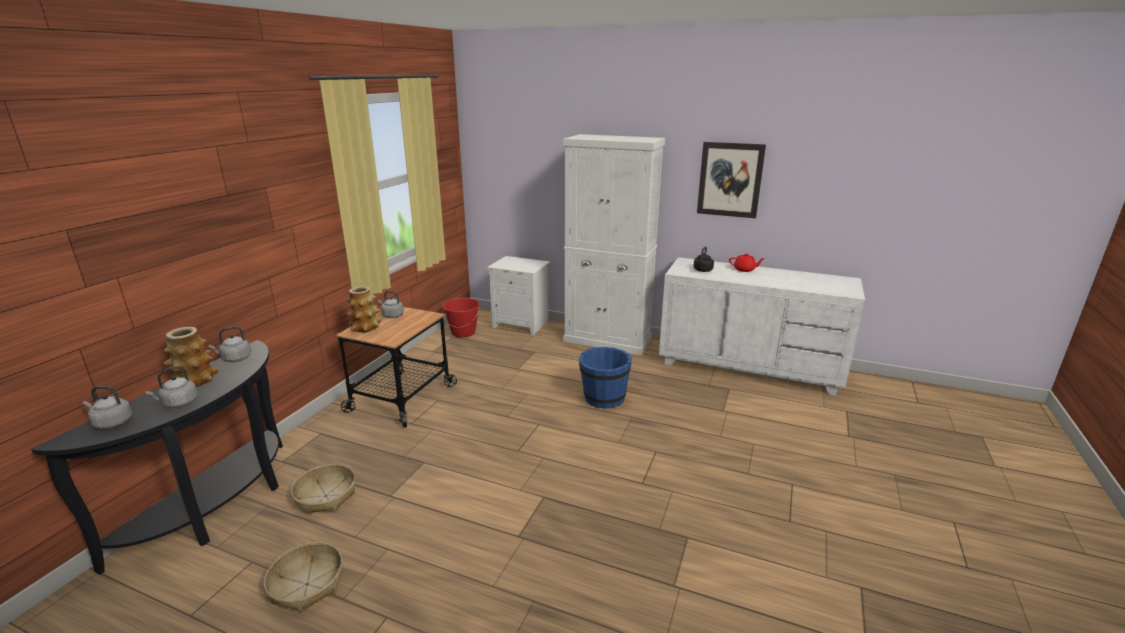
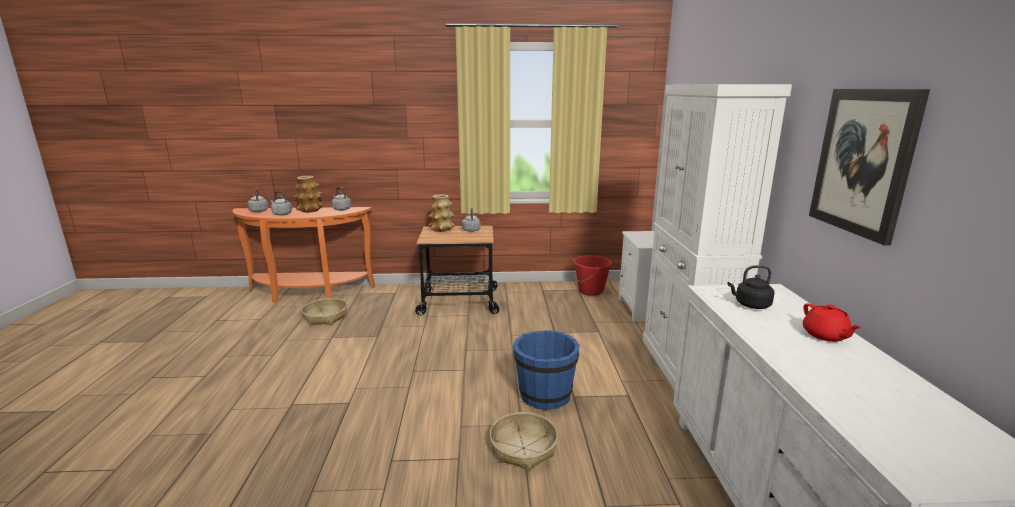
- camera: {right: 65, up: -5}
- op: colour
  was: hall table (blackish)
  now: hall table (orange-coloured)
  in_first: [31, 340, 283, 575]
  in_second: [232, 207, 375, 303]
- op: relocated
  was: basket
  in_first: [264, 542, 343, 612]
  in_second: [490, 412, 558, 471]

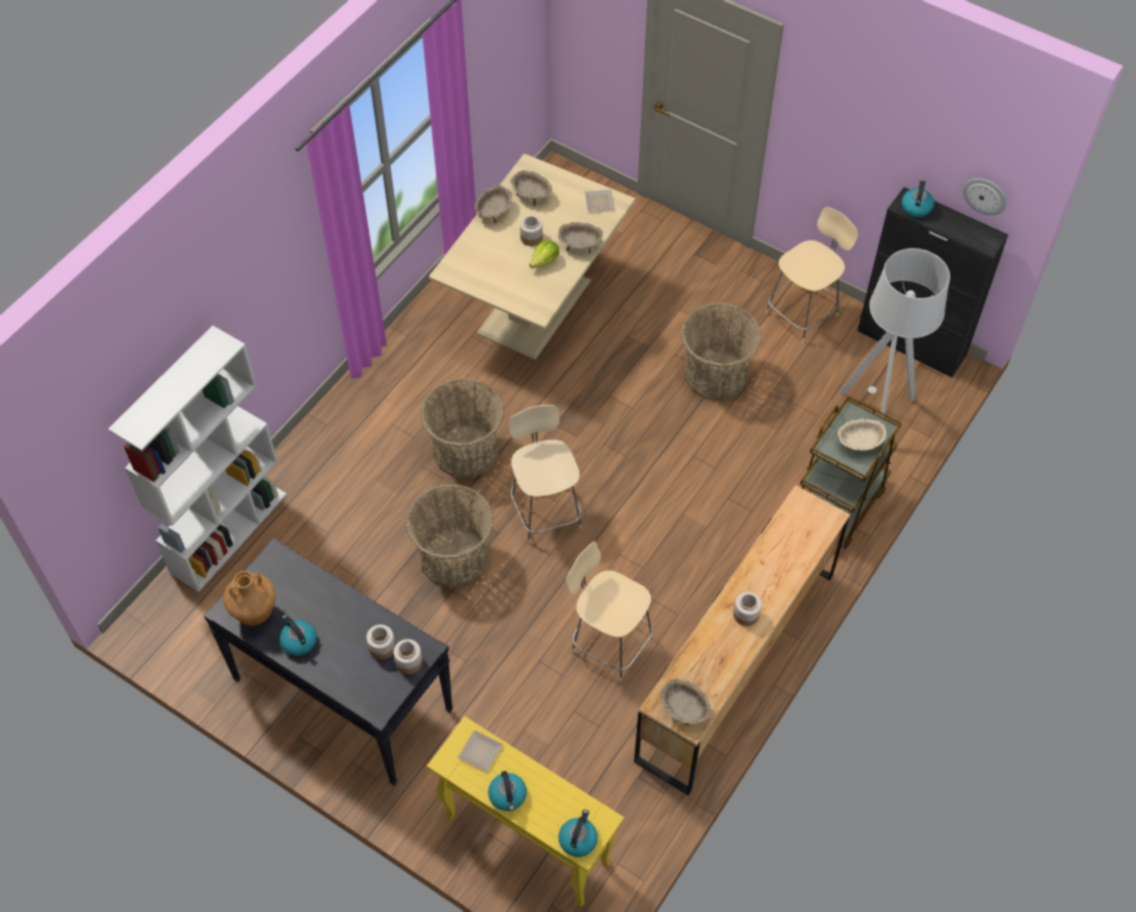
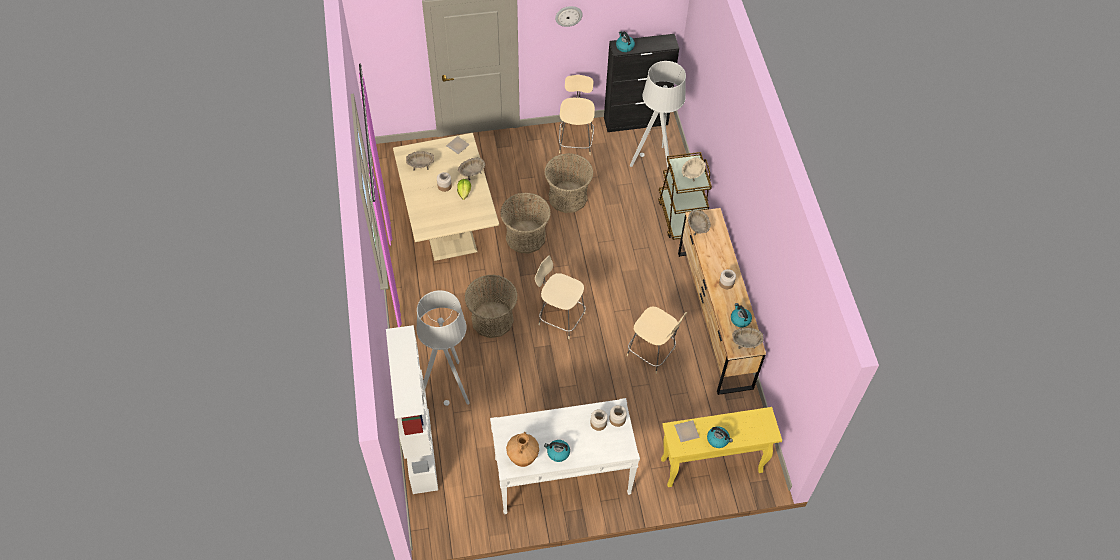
- camera: {right: -45, up: 0}
- op: appeared
  now: standard lamp (grey)
  in_second: [416, 290, 470, 406]
- op: colour
  was: hall table (blackish)
  now: hall table (white-coloured)
  in_first: [204, 538, 453, 785]
  in_second: [490, 398, 640, 514]
- op: relocated
  was: basket
  in_first: [406, 484, 493, 588]
  in_second: [500, 193, 551, 254]
- op: relocated
  was: clock on the wall
  in_first: [963, 178, 1007, 216]
  in_second: [555, 6, 583, 27]
- op: spun
  was: chair (beige)
  in_first: [566, 541, 653, 682]
  in_second: [627, 307, 687, 374]
  clockwise: -135
- op: relocated
  was: serving bowl (beige)
  in_first: [474, 185, 512, 223]
  in_second: [688, 210, 711, 235]
- op: relocated
  was: kettle
  in_first: [559, 809, 598, 857]
  in_second: [731, 303, 752, 327]

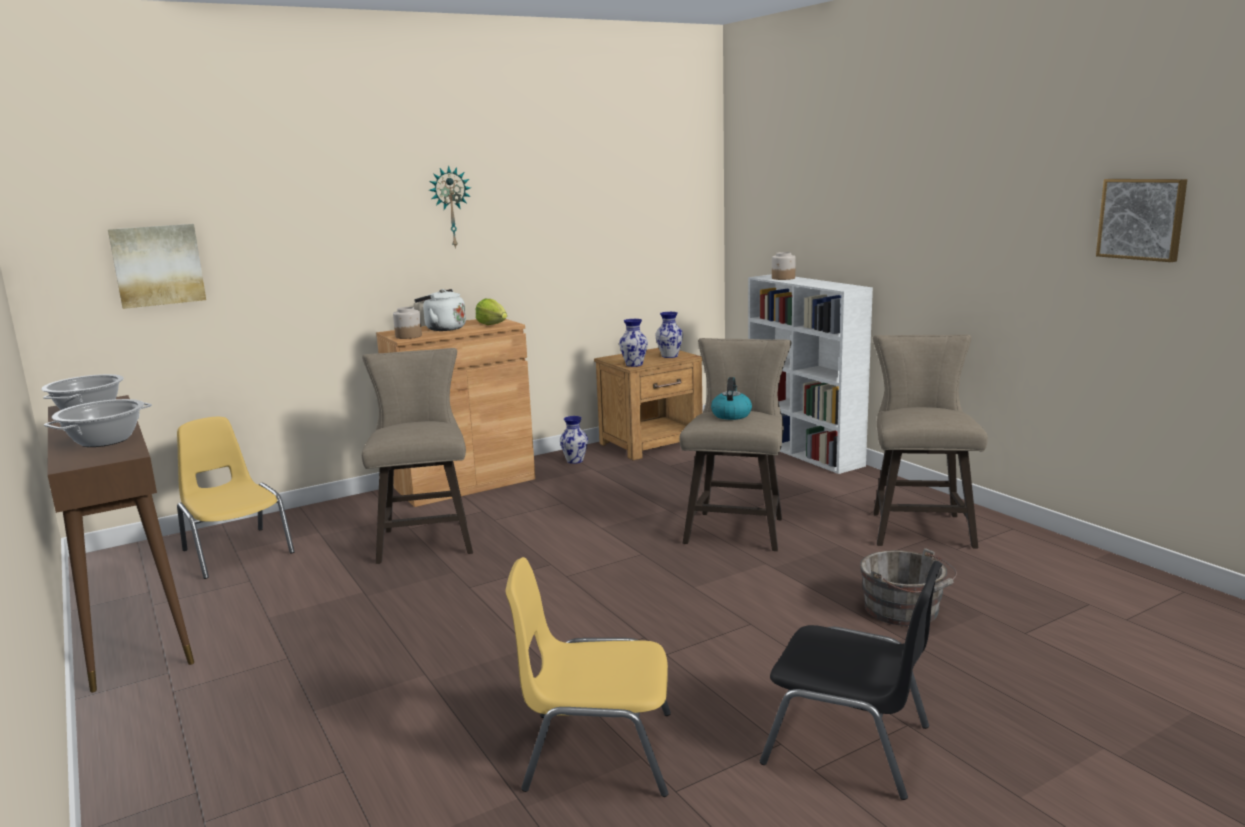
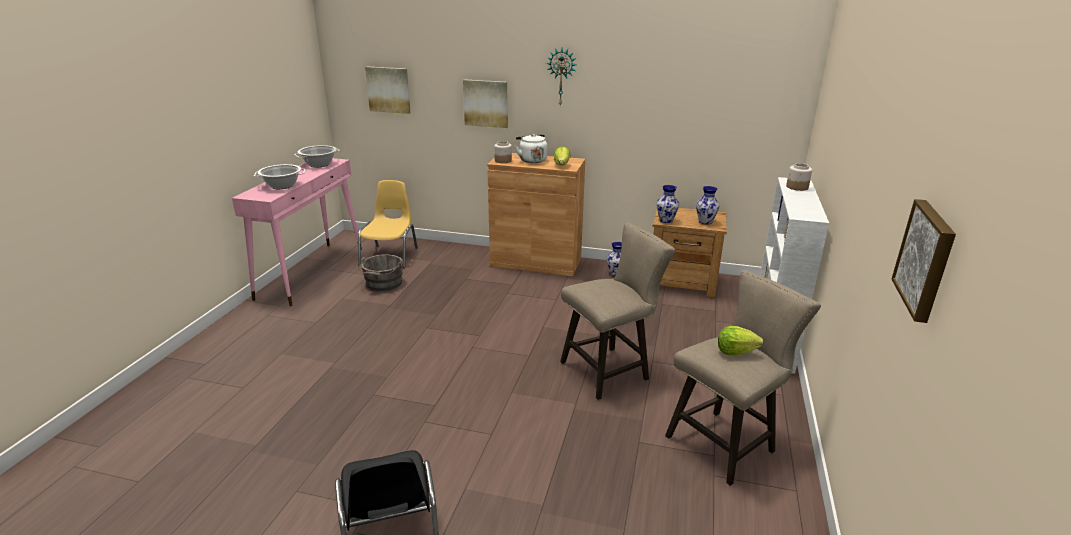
- camera: {right: 45, up: 10}
- op: colour
  was: hall table (brown)
  now: hall table (pinkish)
  in_first: [48, 395, 194, 692]
  in_second: [232, 158, 362, 306]
- op: relocated
  was: bucket (grey)
  in_first: [860, 548, 957, 626]
  in_second: [358, 254, 403, 291]
- op: appeared
  now: wall art
  in_second: [463, 79, 508, 128]
- op: appeared
  now: head of lettuce
  in_second: [718, 326, 763, 355]
- op: missing
  was: stool seat (beige)
  in_first: [362, 348, 473, 564]
- op: missing
  was: chair (yellow-coloured)
  in_first: [505, 557, 671, 797]
- op: missing
  was: kettle
  in_first: [711, 377, 752, 420]

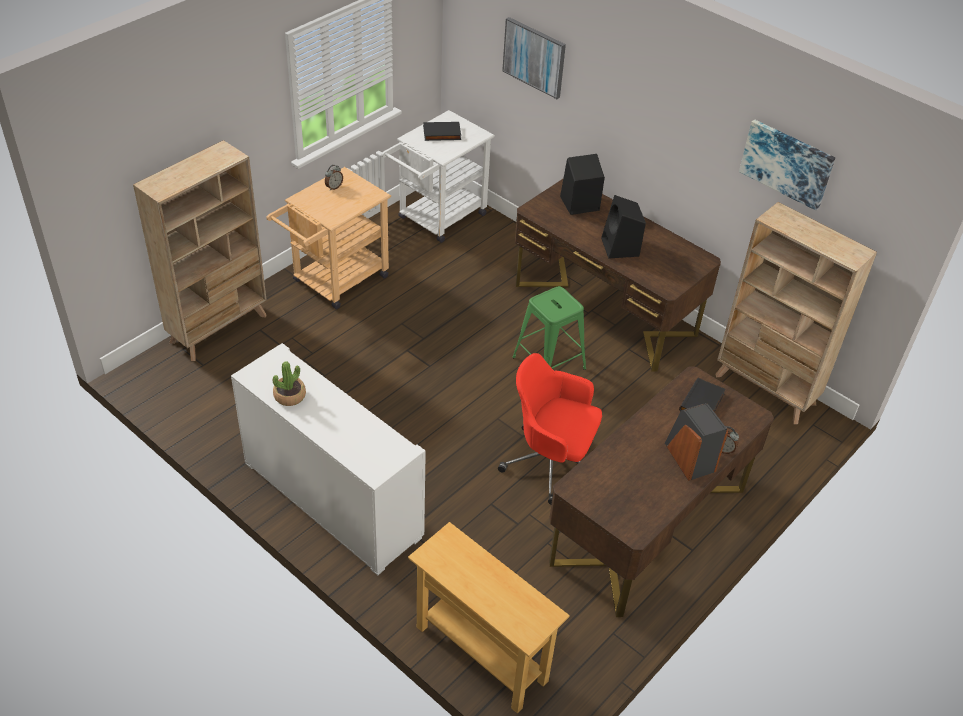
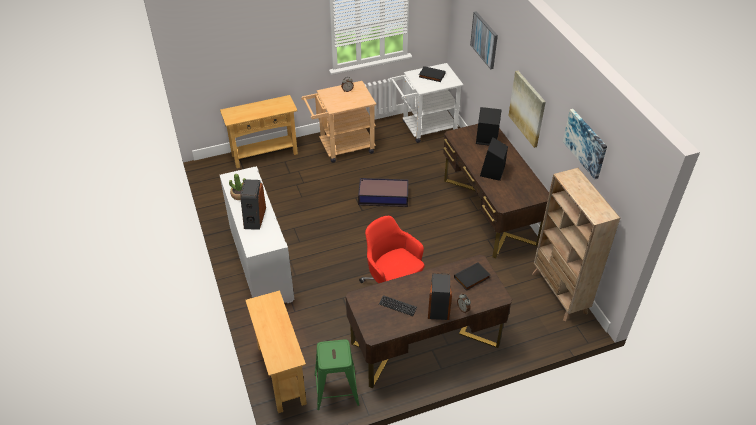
- camera: {right: 30, up: 0}
- op: exchanged
  was: bookcase (beige)
  now: hall table (beige)
  in_first: [133, 140, 267, 361]
  in_second: [220, 95, 298, 168]
- op: appeared
  now: loudspeaker
  in_second: [240, 179, 266, 230]
- op: relocated
  was: stool seat (green-coloured)
  in_first: [512, 286, 586, 370]
  in_second: [315, 339, 360, 410]
- op: appeared
  now: storage container
  in_second: [358, 178, 409, 207]
- op: appeared
  now: PC keyboard
  in_second: [379, 295, 417, 316]
- op: appeared
  now: wall art
  in_second: [508, 71, 546, 148]

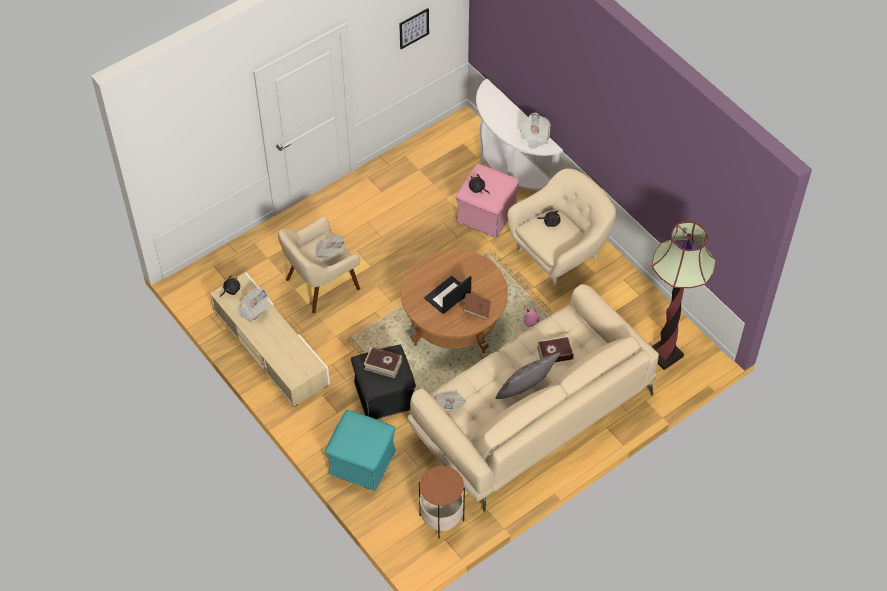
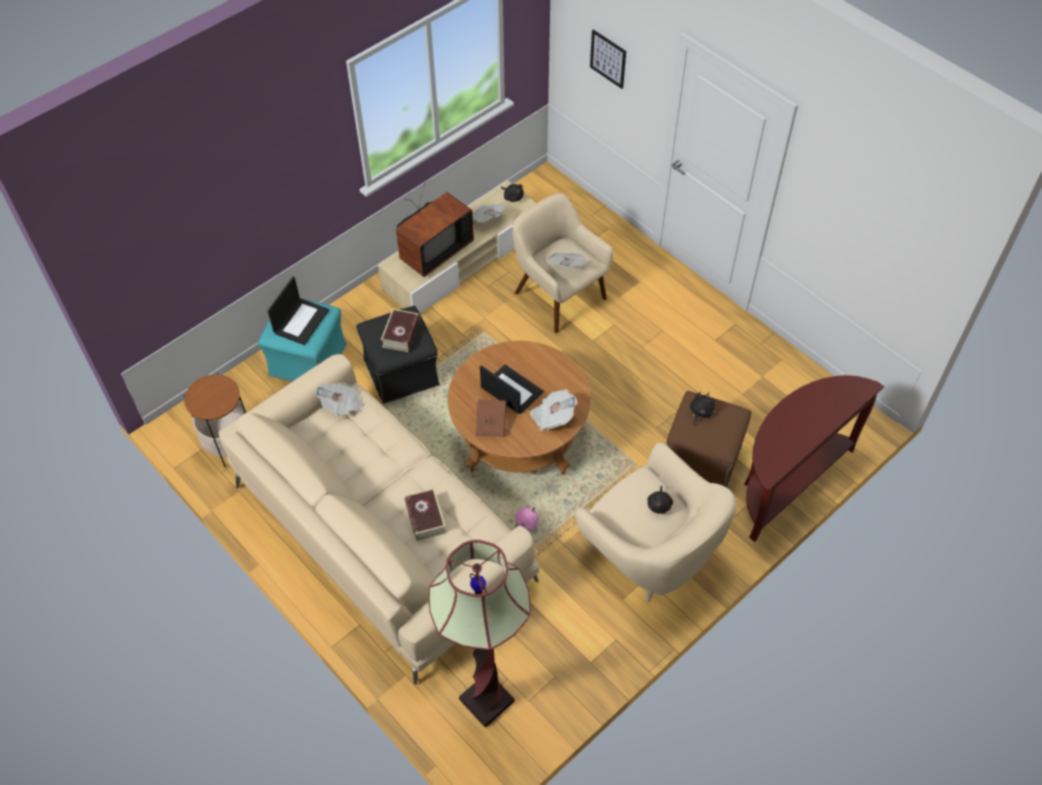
- camera: {right: 85, up: 0}
- op: appeared
  now: portable computer
  in_second: [268, 277, 329, 345]
- op: appeared
  now: TV set
  in_second: [396, 180, 474, 277]
- op: relocated
  was: printed paper
  in_first: [520, 113, 551, 149]
  in_second: [530, 389, 577, 431]
- op: relocated
  was: wall art
  in_first: [399, 8, 429, 49]
  in_second: [590, 29, 626, 89]
- op: colour
  was: footrest (pinkish)
  now: footrest (brown)
  in_first: [456, 163, 519, 238]
  in_second: [667, 391, 752, 488]
- op: colour
  was: hall table (white-coloured)
  now: hall table (brown)
  in_first: [476, 79, 563, 190]
  in_second: [744, 375, 884, 542]
- op: missing
  was: pillow (grey)
  in_first: [496, 352, 561, 399]

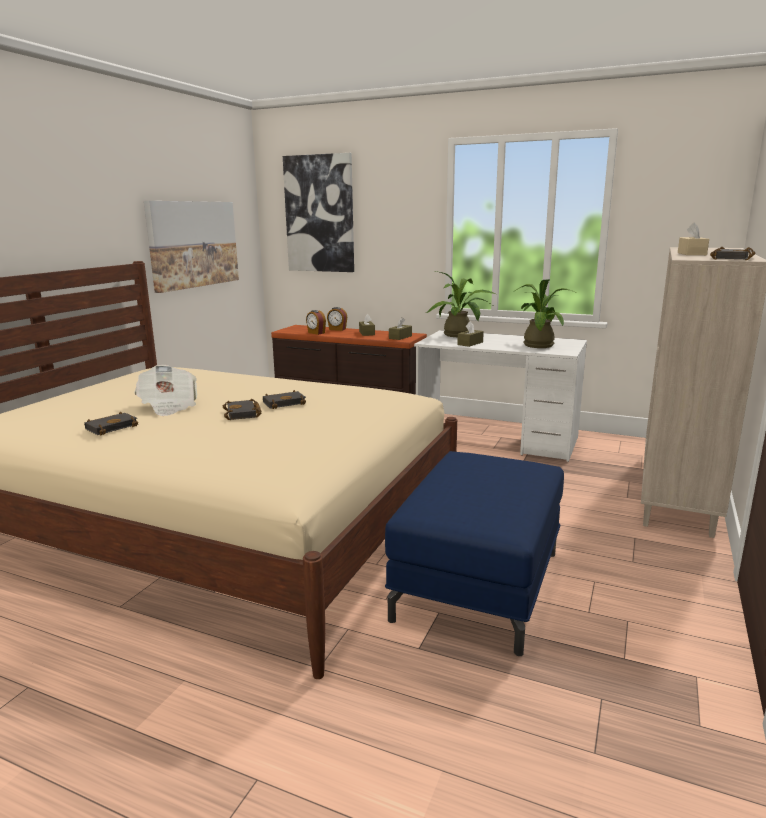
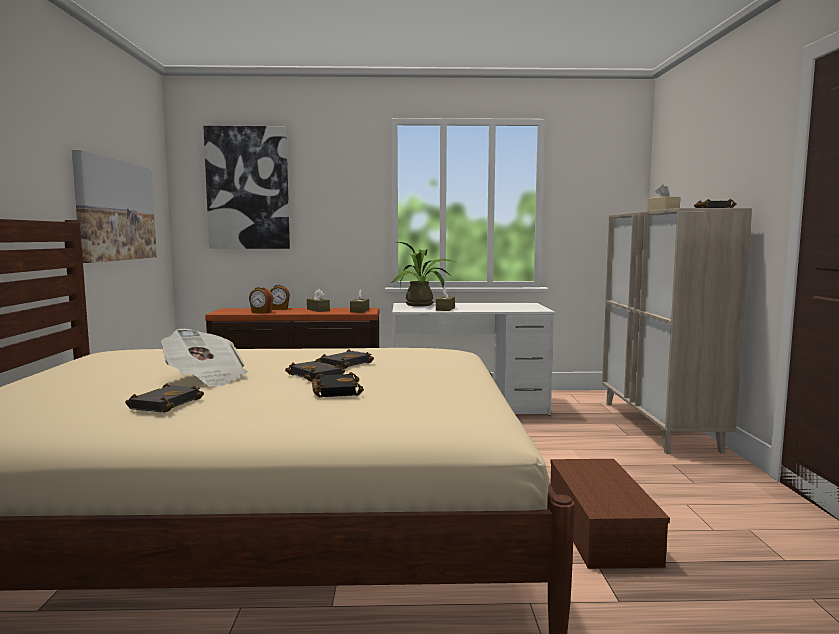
- camera: {right: -25, up: -10}
- op: appeared
  now: bound book (blackish)
  in_second: [312, 372, 364, 398]
- op: exchanged
  was: footrest (blue-coloured)
  now: storage container (brown)
  in_first: [385, 451, 564, 656]
  in_second: [550, 459, 670, 569]
- op: missing
  was: houseplant
  in_first: [515, 279, 575, 348]

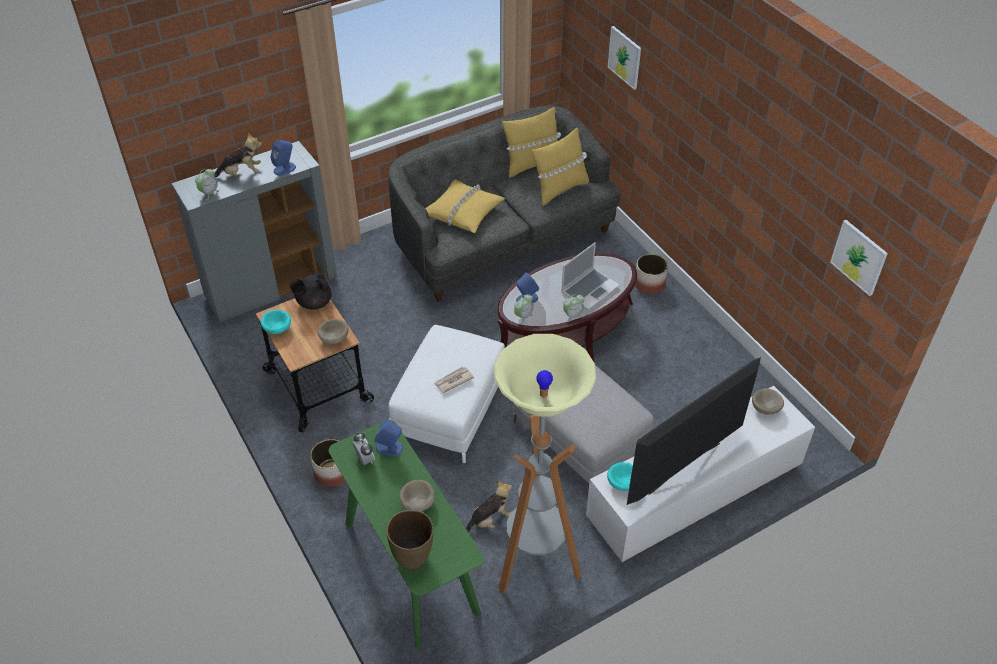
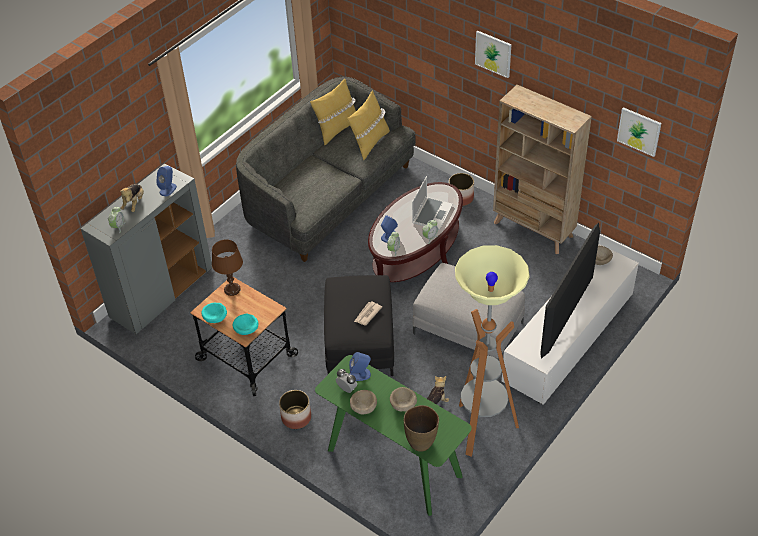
- camera: {right: -20, up: 0}
- op: spun
  was: plush toy
  in_first: [213, 133, 262, 177]
  in_second: [120, 184, 144, 212]
  clockwise: 135
- op: exchanged
  was: pot for tea (blackish)
  now: lamp for a table (brown)
  in_first: [290, 272, 332, 310]
  in_second: [212, 239, 243, 296]
- op: relocated
  was: serving bowl (turquoise-coloured)
  in_first: [607, 462, 633, 491]
  in_second: [233, 314, 259, 335]
- op: colour
  was: footrest (white-coloured)
  now: footrest (blackish)
  in_first: [388, 325, 505, 463]
  in_second: [324, 275, 394, 376]
- op: relocated
  was: serving bowl (beige)
  in_first: [318, 319, 349, 345]
  in_second: [350, 390, 377, 414]
- op: relocated
  was: wall art
  in_first: [608, 26, 641, 90]
  in_second: [475, 31, 512, 78]
- op: appeared
  now: bookcase (beige)
  in_second: [493, 84, 592, 254]
- op: missing
  was: pillow (yellow-coloured)
  in_first: [425, 179, 505, 233]

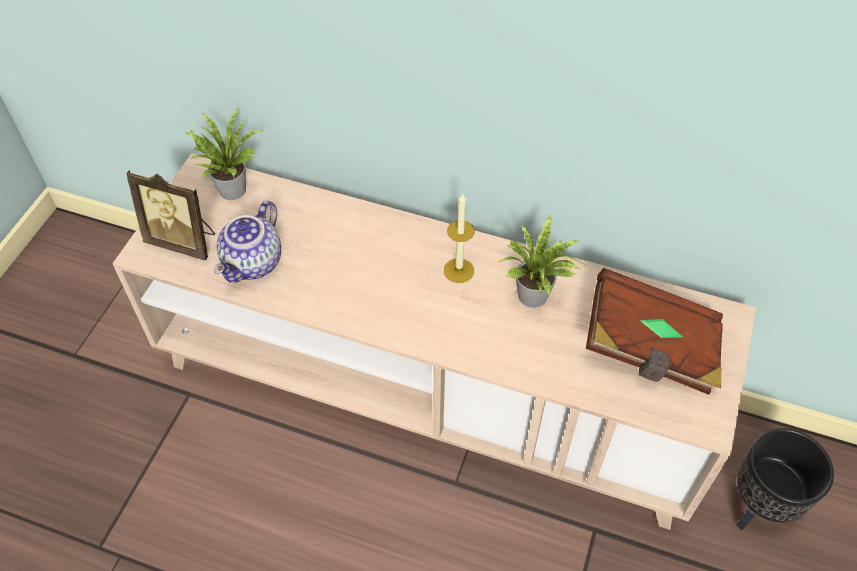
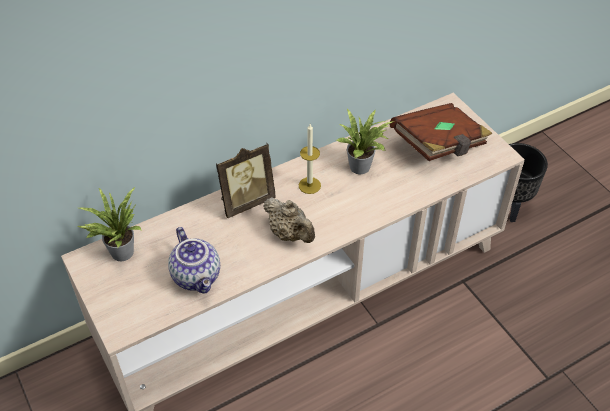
- camera: {right: -50, up: -5}
- op: relocated
  was: standing frame
  in_first: [126, 170, 215, 261]
  in_second: [216, 143, 276, 218]
- op: appeared
  now: pot for tea (beige)
  in_second: [263, 197, 315, 243]

